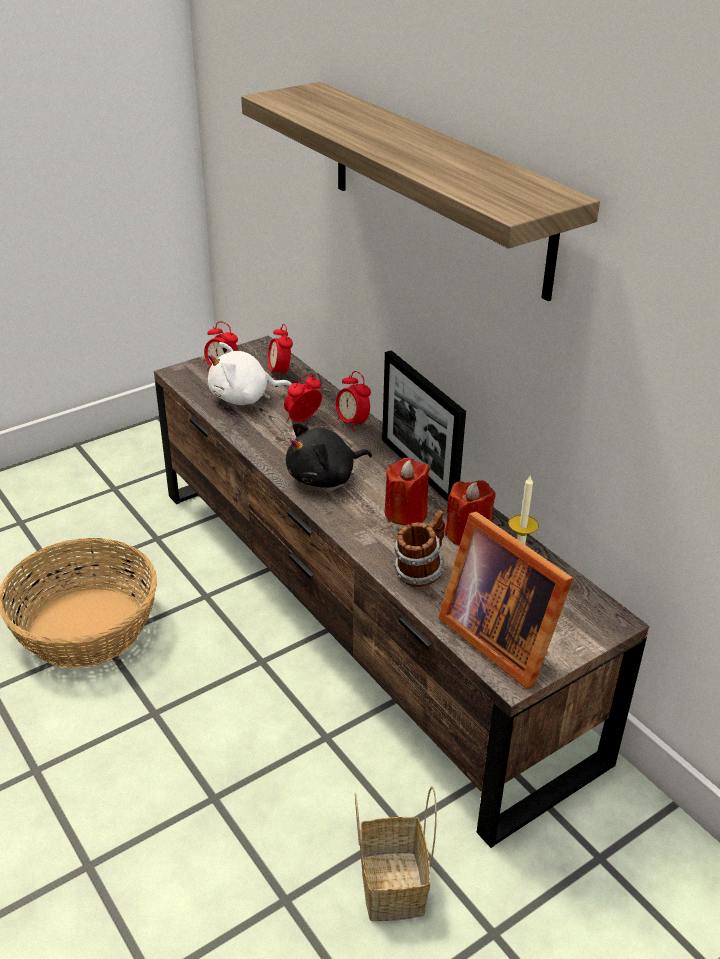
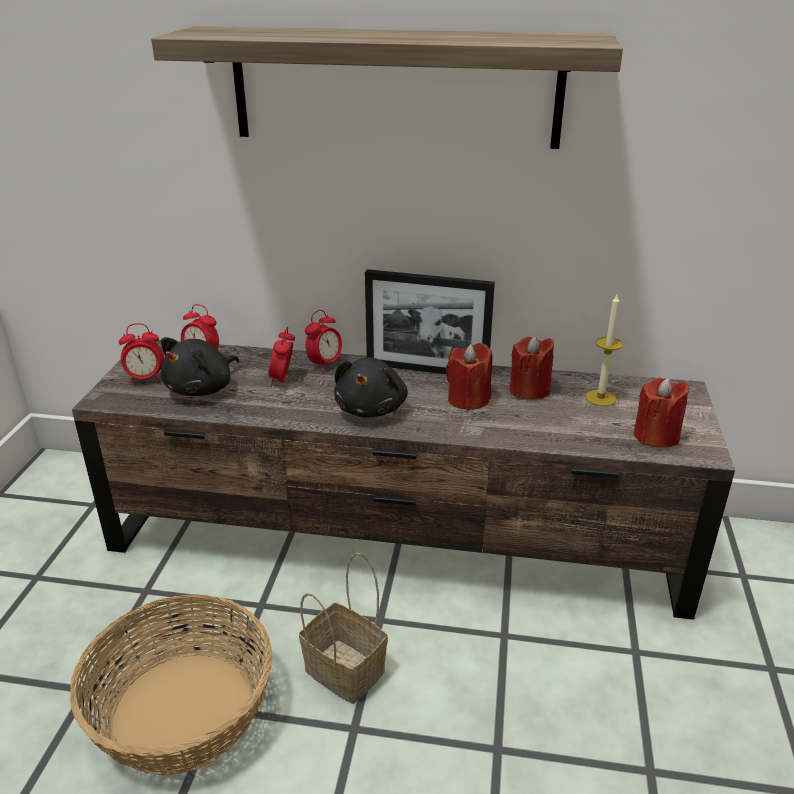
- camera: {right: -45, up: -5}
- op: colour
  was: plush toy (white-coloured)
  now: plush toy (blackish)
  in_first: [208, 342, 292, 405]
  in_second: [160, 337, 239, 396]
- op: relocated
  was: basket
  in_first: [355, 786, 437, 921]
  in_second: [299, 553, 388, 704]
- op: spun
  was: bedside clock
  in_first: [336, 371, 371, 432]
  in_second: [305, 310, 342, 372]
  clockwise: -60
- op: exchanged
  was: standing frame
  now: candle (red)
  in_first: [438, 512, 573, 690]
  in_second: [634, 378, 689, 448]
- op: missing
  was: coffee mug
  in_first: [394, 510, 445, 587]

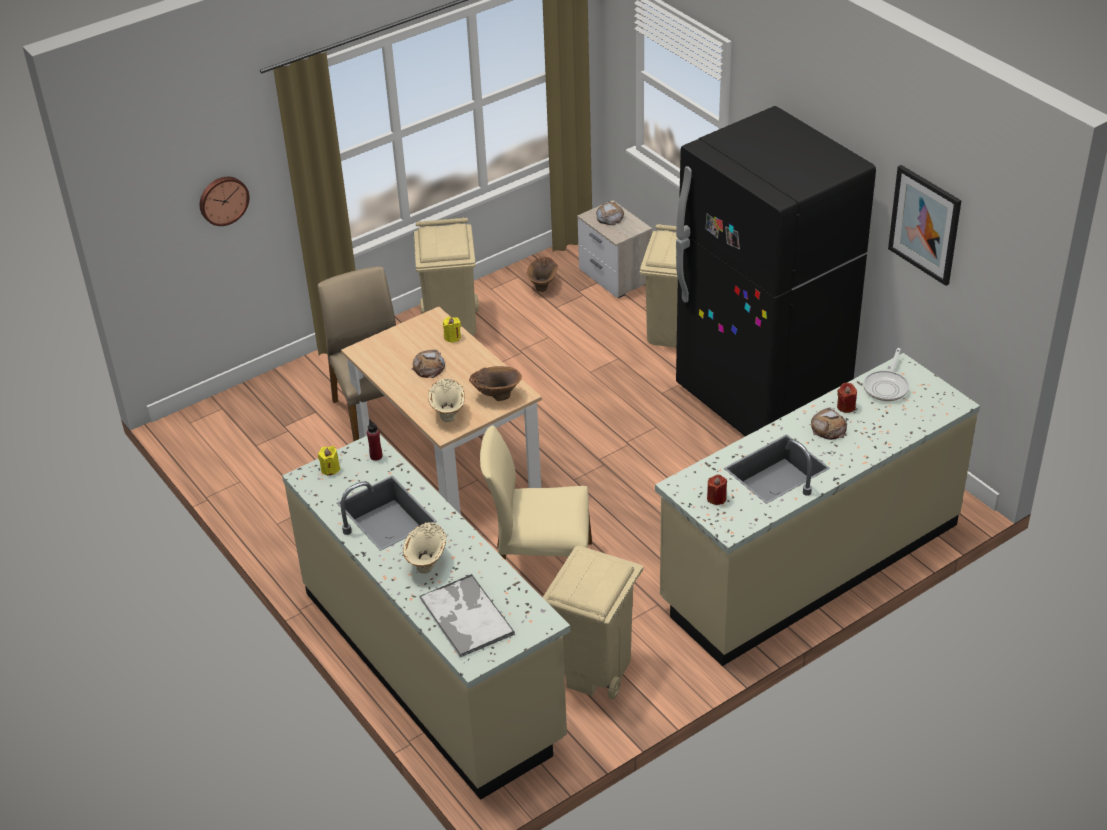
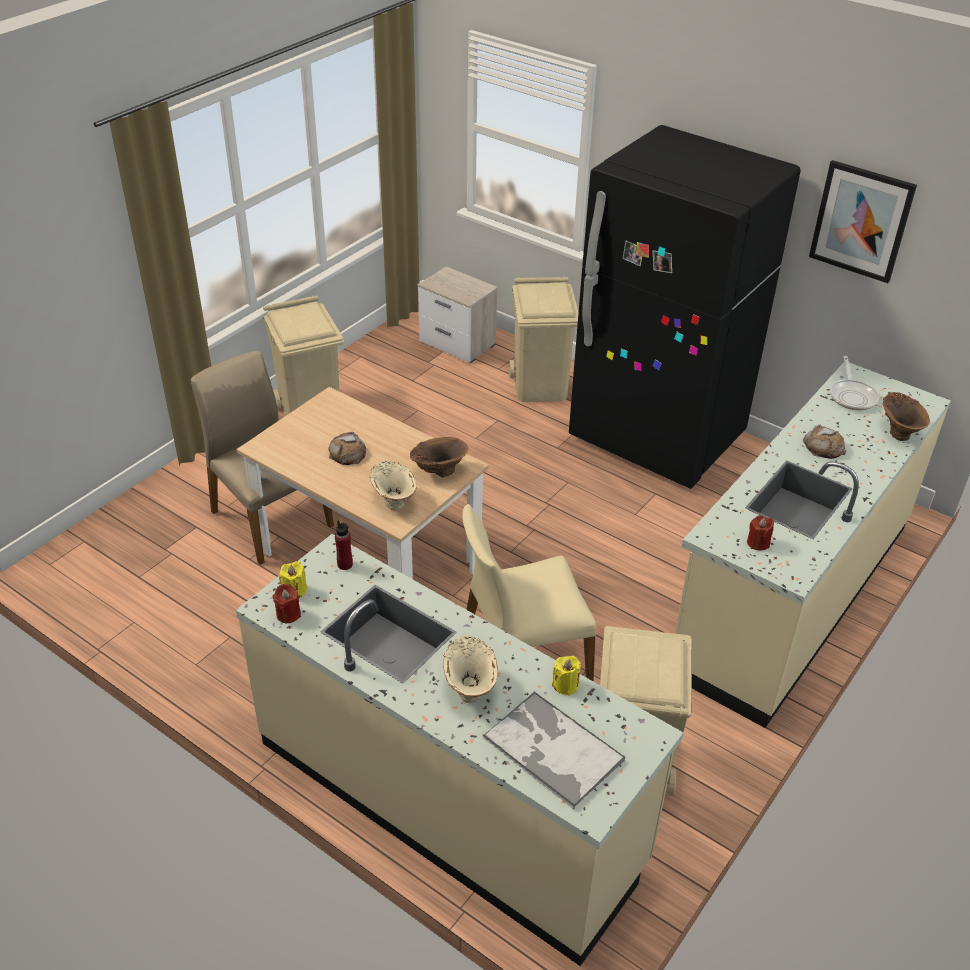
- camera: {right: -20, up: 0}
- op: relocated
  was: candle (red)
  in_first: [837, 383, 857, 413]
  in_second: [273, 584, 301, 623]
- op: relocated
  was: candle (yellow-coloured)
  in_first: [443, 317, 461, 343]
  in_second: [552, 656, 581, 696]
- op: relocated
  was: flower vase (brown)
  in_first: [527, 257, 558, 292]
  in_second: [883, 392, 930, 441]
- op: missing
  was: clock on the wall
  in_first: [200, 177, 249, 226]
- op: missing
  was: baked bread
  in_first: [596, 201, 624, 225]

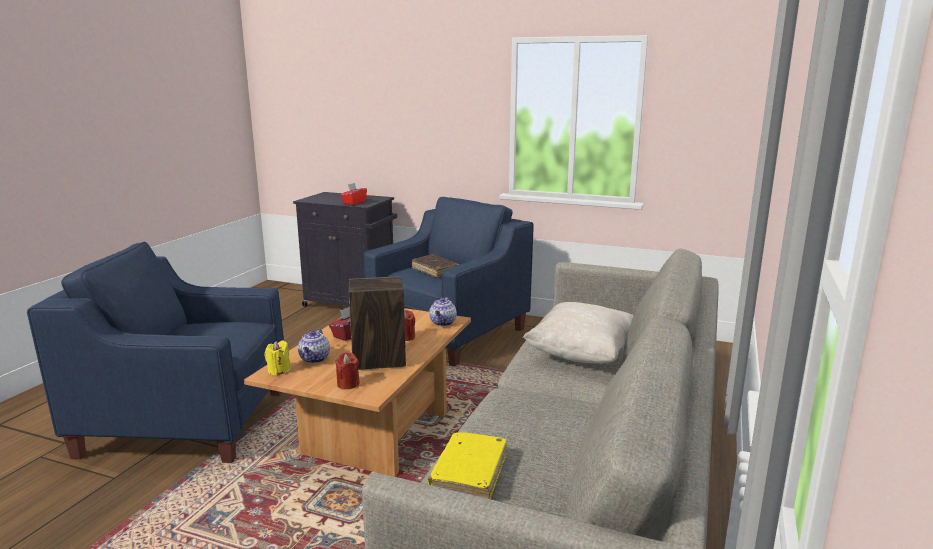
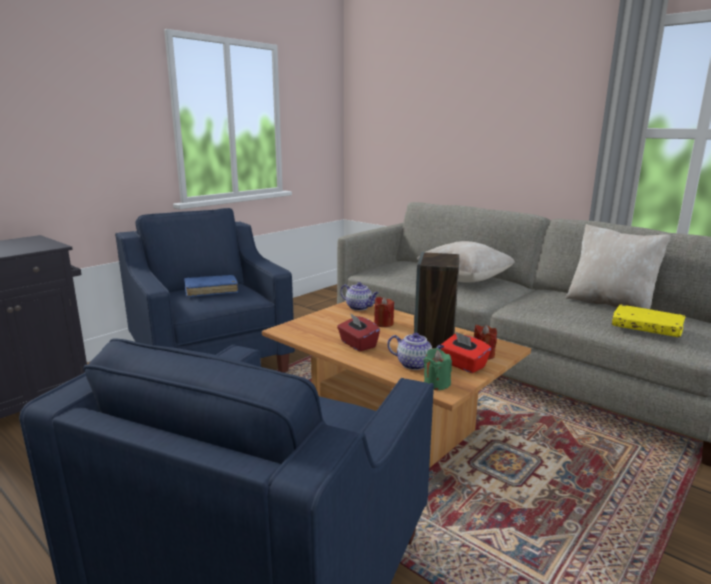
- camera: {right: -70, up: 0}
- op: colour
  was: bound book (brown)
  now: bound book (blue-coloured)
  in_first: [412, 255, 459, 278]
  in_second: [184, 275, 238, 297]
- op: colour
  was: candle (yellow-coloured)
  now: candle (green-coloured)
  in_first: [264, 340, 291, 375]
  in_second: [424, 348, 452, 390]
- op: relocated
  was: tissue box (red)
  in_first: [341, 183, 367, 205]
  in_second: [440, 331, 491, 373]
- op: appeared
  now: pillow (beige)
  in_second: [565, 224, 671, 309]

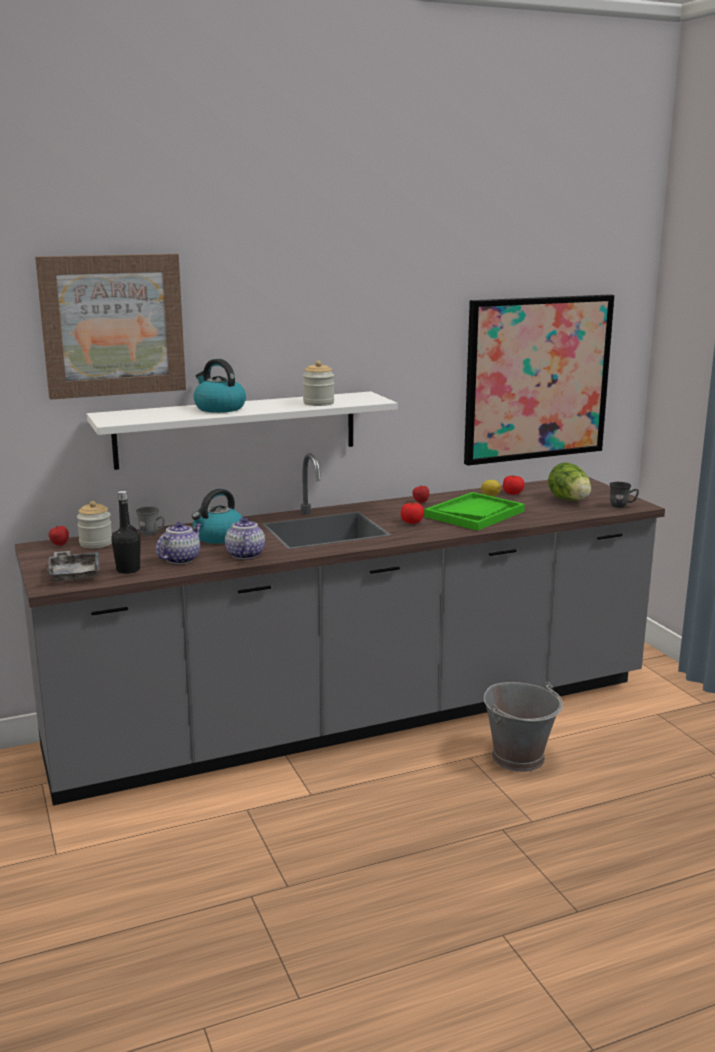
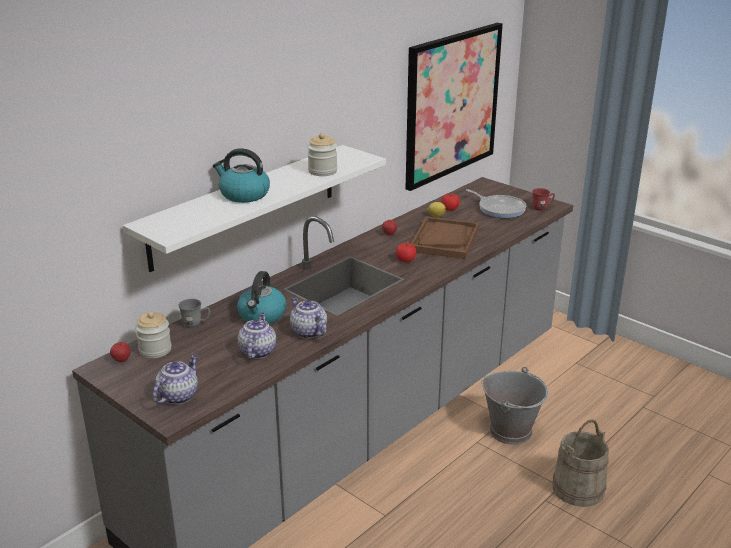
- camera: {right: -25, up: 10}
- op: exchanged
  was: carrying tray (grey)
  now: pot for tea
  in_first: [47, 551, 100, 582]
  in_second: [153, 355, 198, 404]
- op: colour
  was: carrying tray (green-coloured)
  now: carrying tray (brown)
  in_first: [424, 492, 525, 531]
  in_second: [411, 216, 479, 259]
- op: exchanged
  was: head of lettuce
  now: pan
  in_first: [548, 462, 591, 500]
  in_second: [466, 189, 526, 218]
- op: colour
  was: coffee mug (grey)
  now: coffee mug (red)
  in_first: [609, 482, 639, 508]
  in_second: [532, 188, 555, 211]
- op: appeared
  now: bucket (beige)
  in_second: [553, 420, 609, 507]
- op: missing
  was: wall art
  in_first: [35, 254, 186, 400]
- op: missing
  was: beverage bottle (blackish)
  in_first: [111, 491, 141, 574]

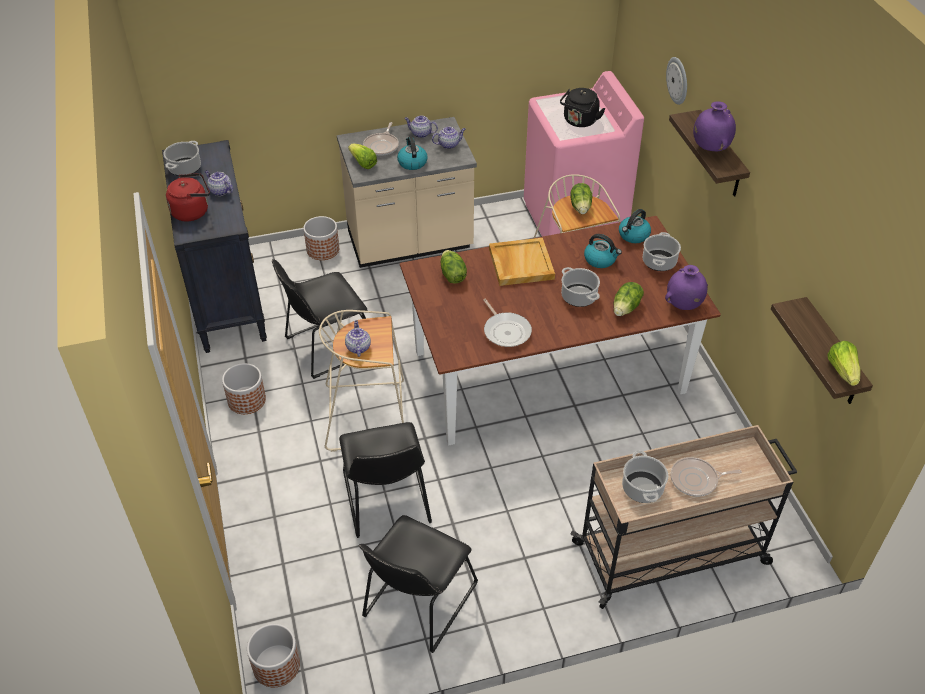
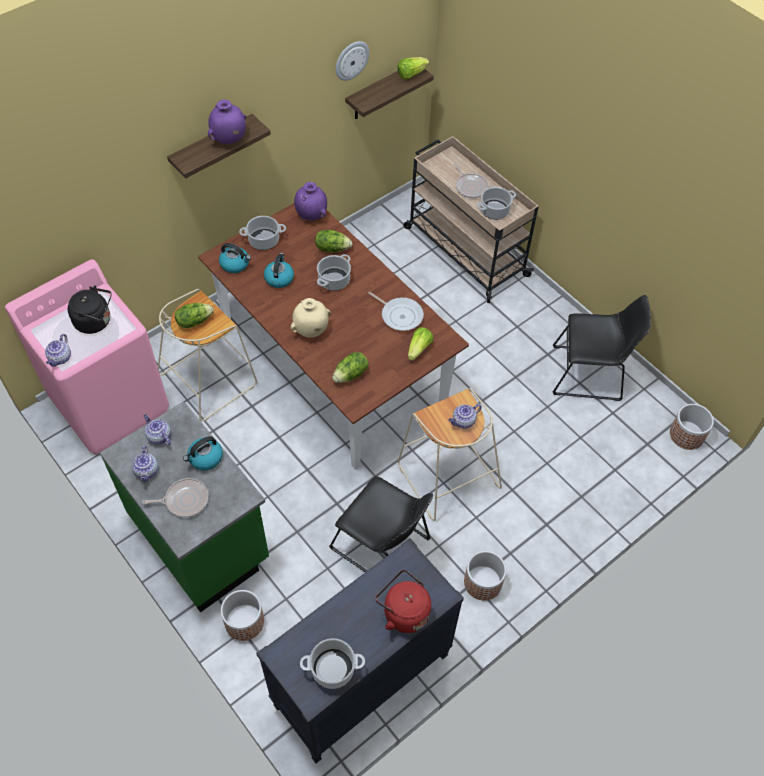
- camera: {right: -115, up: 10}
- op: relocated
  was: pot for tea
  in_first: [204, 170, 233, 196]
  in_second: [45, 334, 71, 367]
- op: colour
  was: counter (beige)
  now: counter (green-coloured)
  in_first: [337, 117, 477, 268]
  in_second: [100, 401, 269, 612]
- op: exchanged
  was: carrying tray (beige)
  now: flower vase (beige)
  in_first: [489, 238, 555, 286]
  in_second: [291, 298, 331, 337]
- op: relocated
  was: clock on the wall
  in_first: [666, 57, 687, 105]
  in_second: [336, 41, 370, 81]
- op: spun
  was: pan
  in_first: [483, 299, 532, 347]
  in_second: [368, 291, 424, 331]
  clockwise: 90
- op: relocated
  was: head of lettuce
  in_first: [348, 144, 377, 169]
  in_second: [408, 327, 433, 361]
- op: missing
  was: chair (blackish)
  in_first: [339, 422, 432, 538]

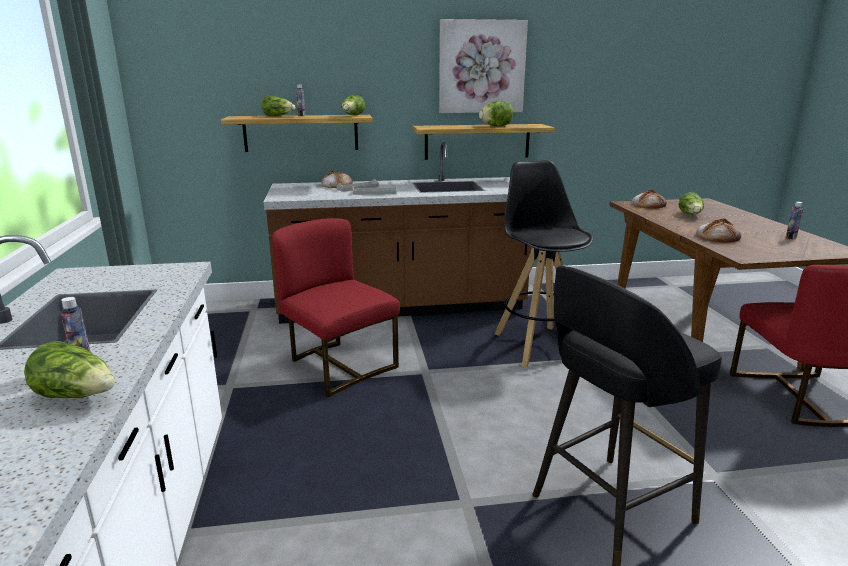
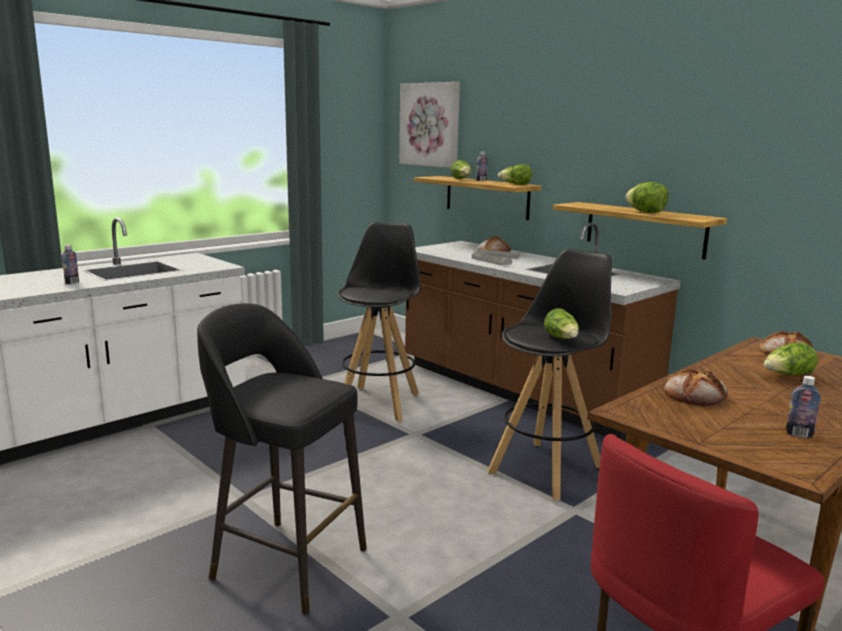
- camera: {right: 55, up: -5}
- op: exchanged
  was: chair (red)
  now: stool seat (blackish)
  in_first: [272, 218, 400, 398]
  in_second: [337, 222, 421, 422]
- op: relocated
  was: wall art
  in_first: [439, 19, 528, 113]
  in_second: [399, 82, 460, 168]
- op: relocated
  was: head of lettuce
  in_first: [24, 341, 115, 398]
  in_second: [544, 308, 579, 339]

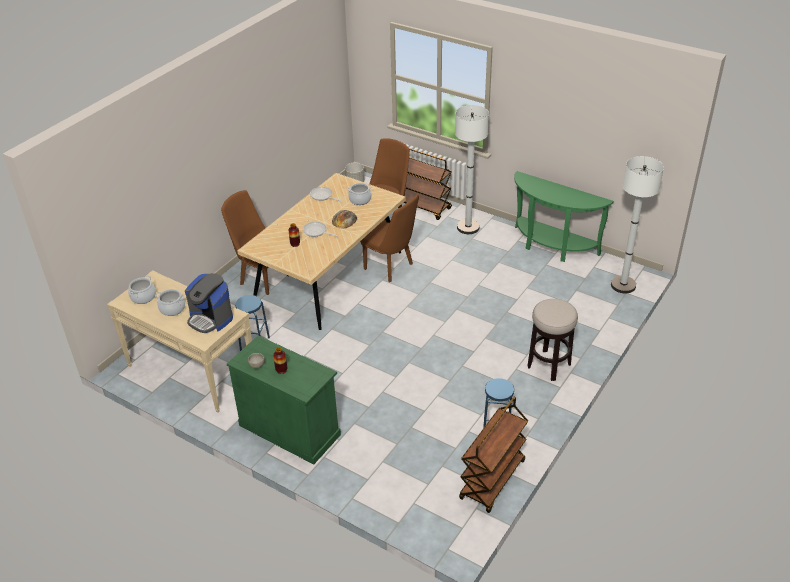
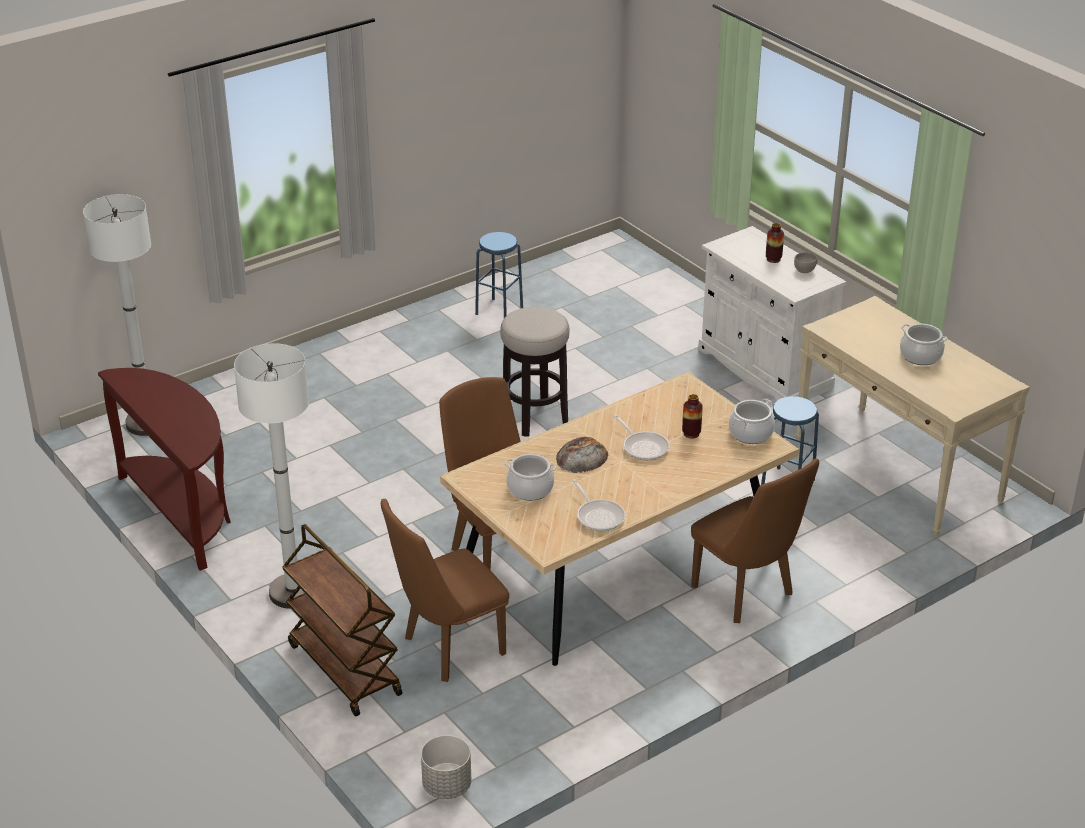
- camera: {right: -160, up: -5}
- op: colour
  was: hall table (green-coloured)
  now: hall table (brown)
  in_first: [514, 171, 613, 262]
  in_second: [98, 368, 231, 571]
- op: relocated
  was: stool seat
  in_first: [527, 299, 578, 381]
  in_second: [500, 307, 570, 437]
- op: colour
  was: storage cabinet (green-coloured)
  now: storage cabinet (white-coloured)
  in_first: [227, 336, 341, 465]
  in_second: [699, 226, 846, 401]
- op: relocated
  was: cooking pot
  in_first: [128, 275, 156, 304]
  in_second: [729, 399, 775, 444]
- op: missing
  was: coffee machine
  in_first: [185, 273, 233, 333]
- op: missing
  was: wheeled cart (brown)
  in_first: [459, 397, 528, 513]

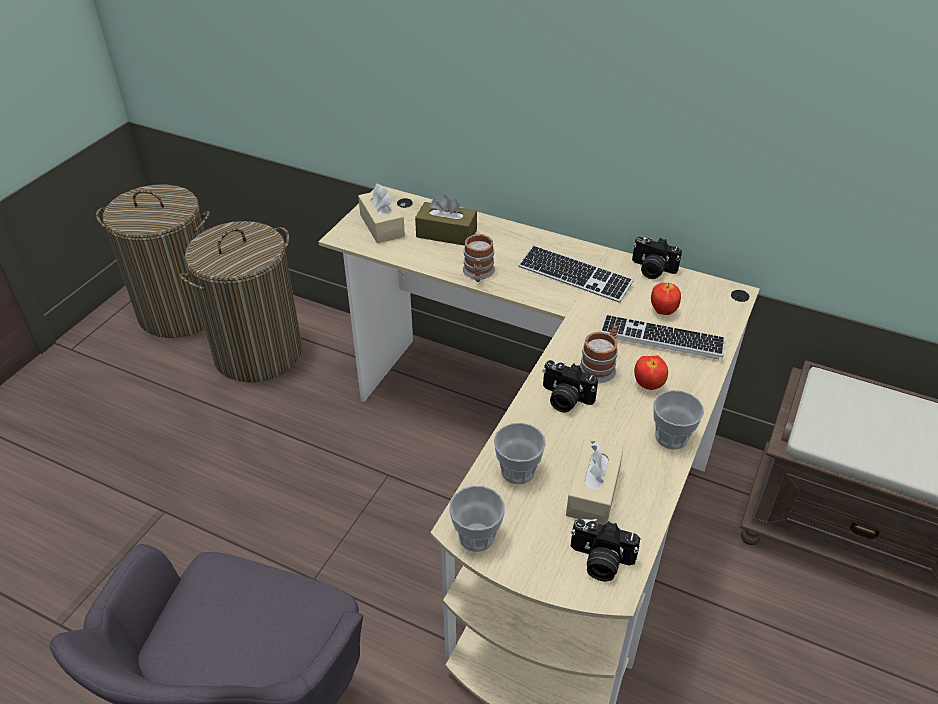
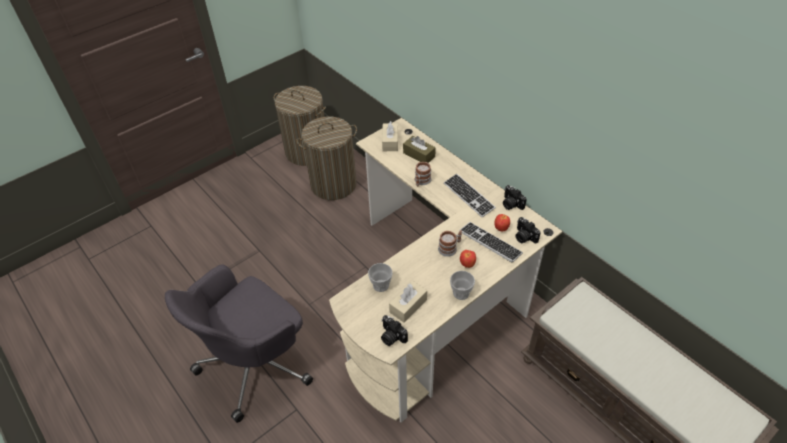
- camera: {right: 25, up: 5}
- op: relocated
  was: still camera
  in_first: [542, 360, 598, 413]
  in_second: [515, 217, 541, 244]
- op: missing
  was: cup
  in_first: [449, 486, 505, 552]

